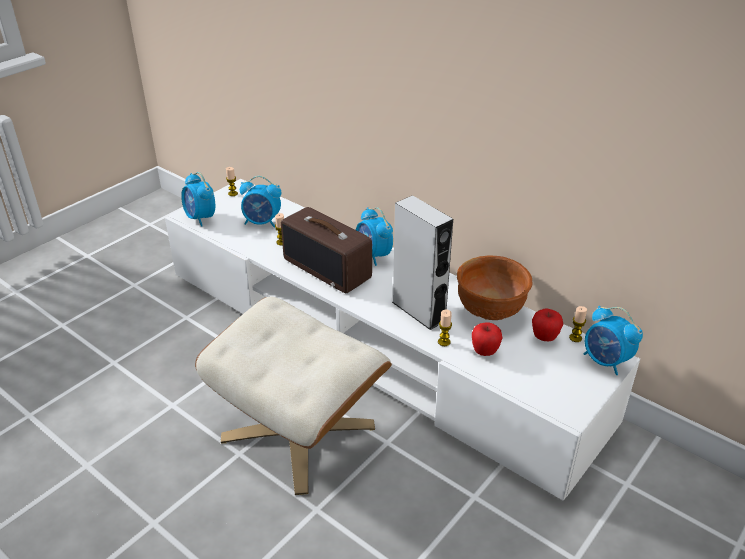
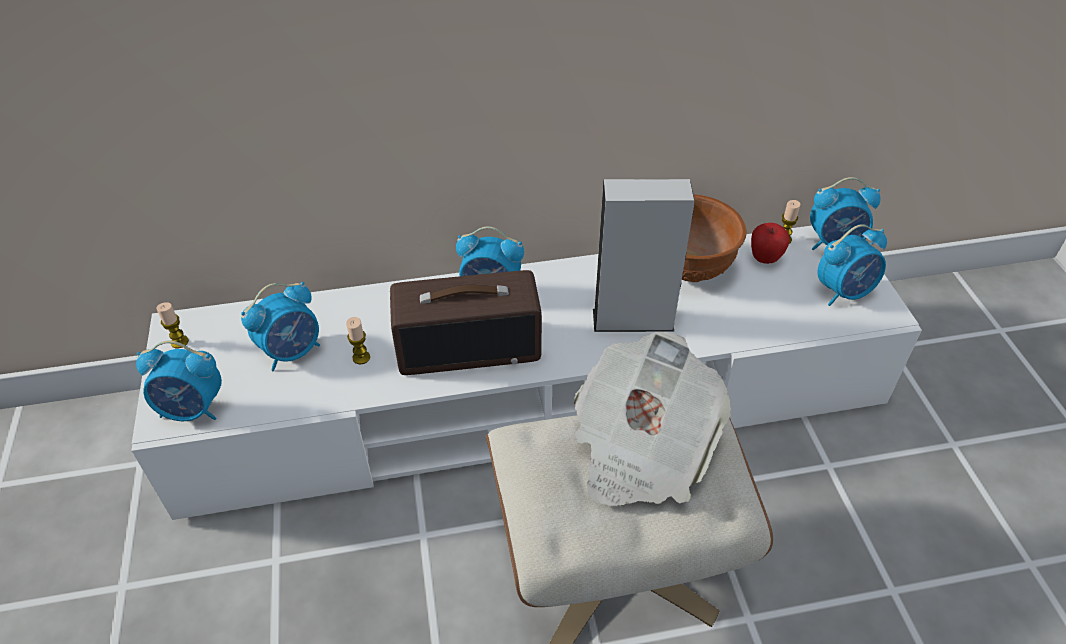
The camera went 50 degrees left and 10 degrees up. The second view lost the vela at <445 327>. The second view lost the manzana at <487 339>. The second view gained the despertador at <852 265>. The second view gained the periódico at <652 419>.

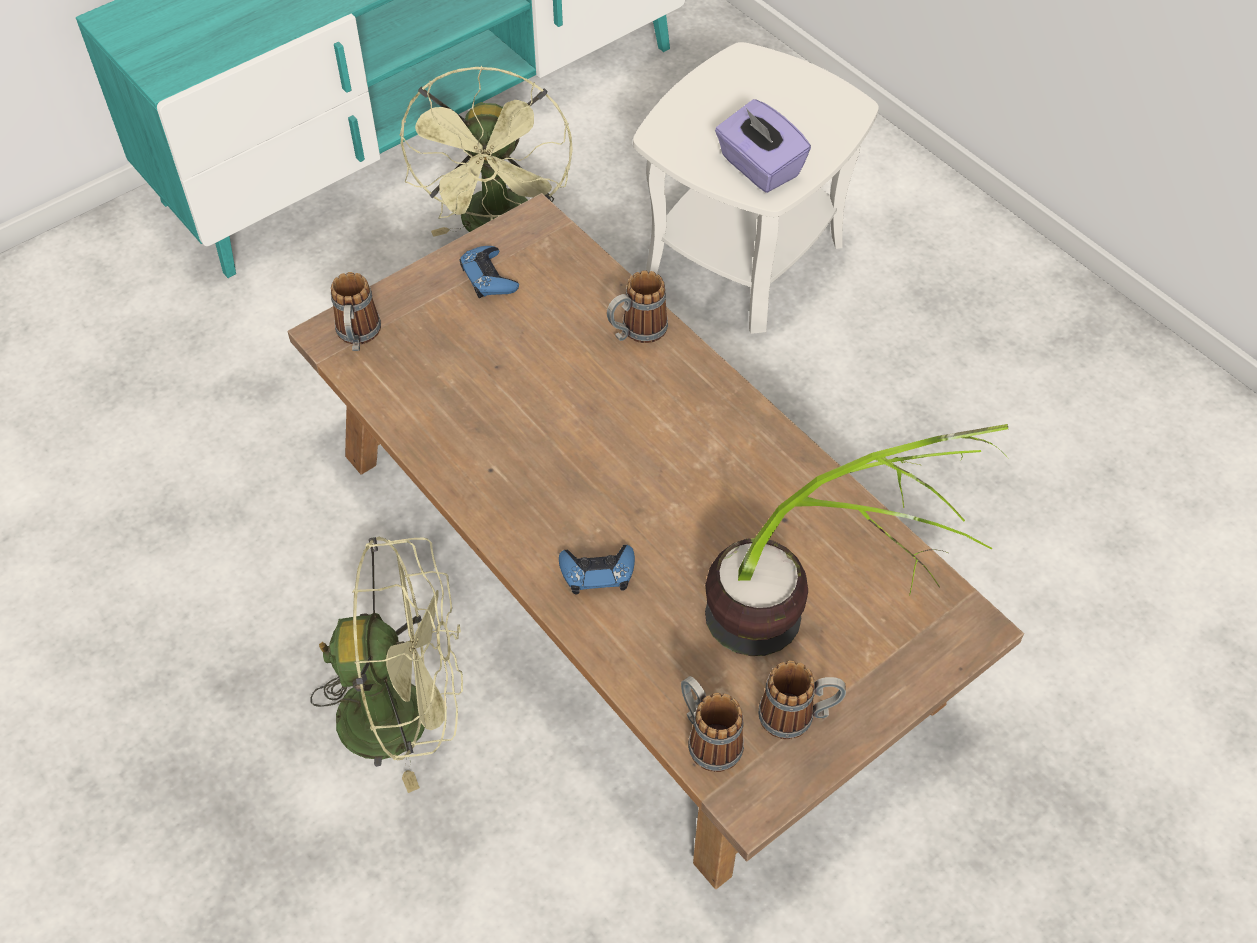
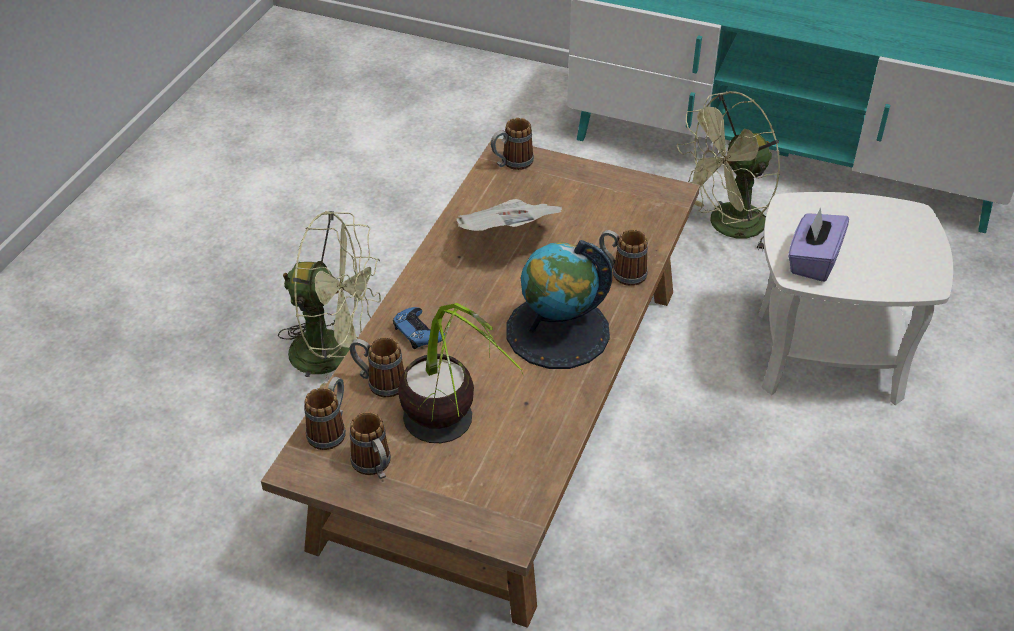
The camera went 60 degrees right and 10 degrees down. The second view lost the mando de consola (azul) at <489 272>. The ventilador (verde) at <386 664> ended up facing another way, 45 degrees counterclockwise from before. The second view gained the periódico at <509 215>. The second view gained the globo terráqueo at <559 304>. The second view gained the taza grande at <377 367>.

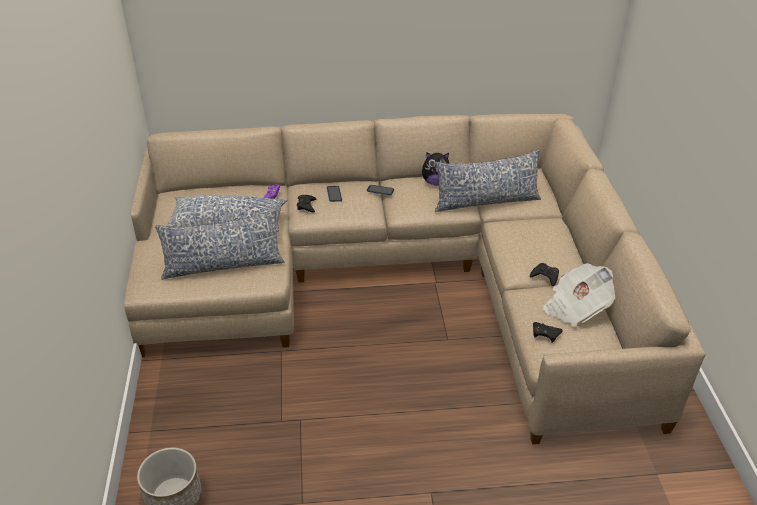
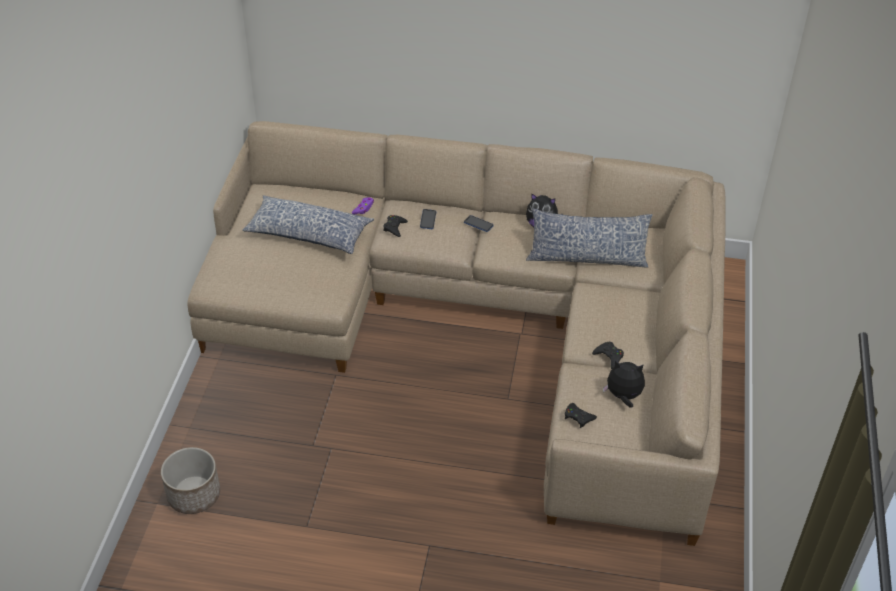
The camera went 15 degrees right and 5 degrees up. The second view lost the cojín at <219 245>. Where the periódico stood at <579 295>, the peluche came to stand at <624 384>.

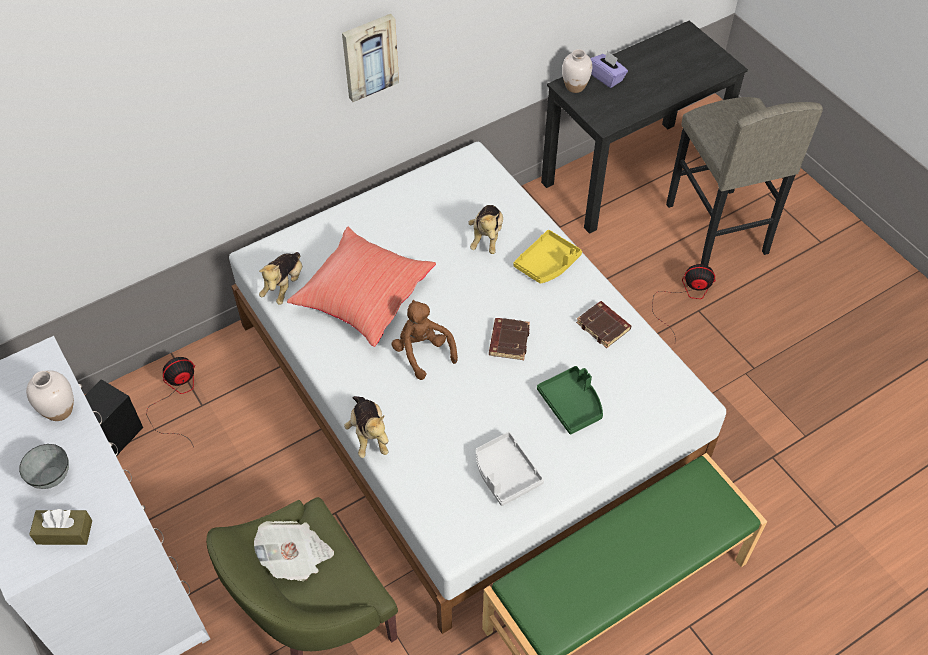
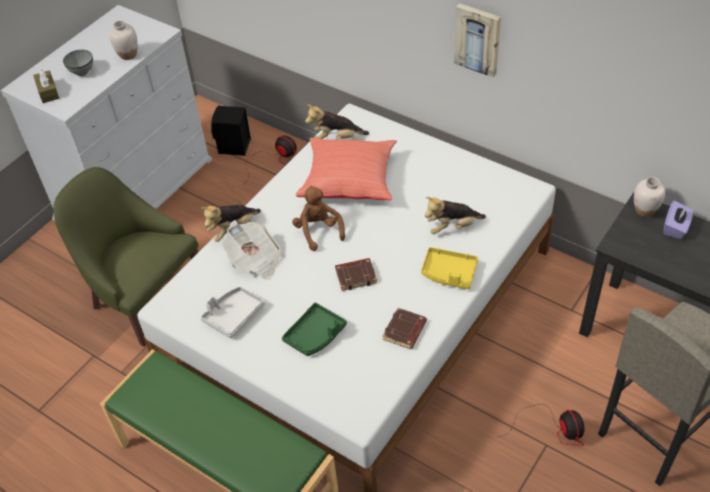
The camera went 70 degrees right and 5 degrees down. The peluche (marrón) at <424 340> ended up facing another way, 60 degrees counterclockwise from before. The periódico ended up elsewhere, having gone from <294 551> to <253 251>.

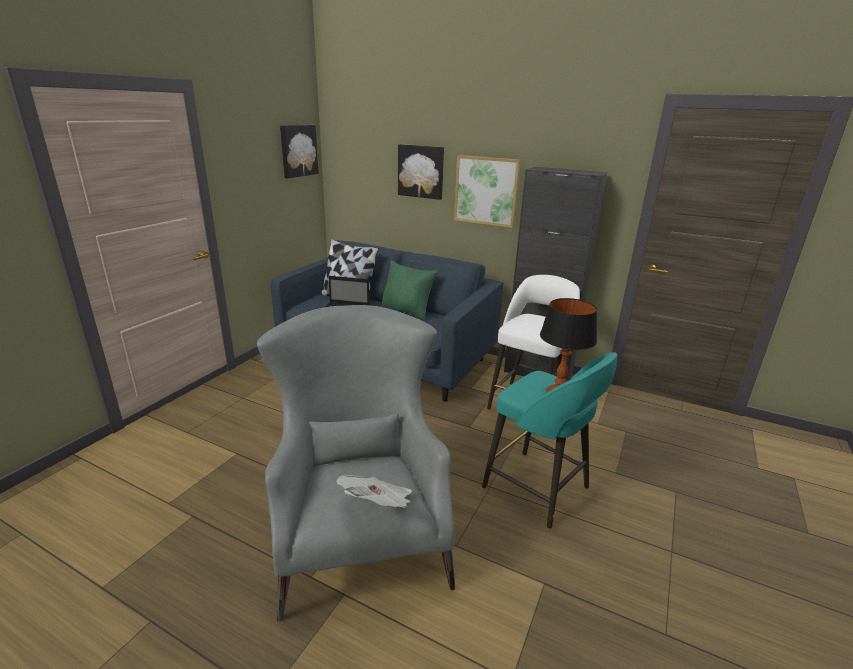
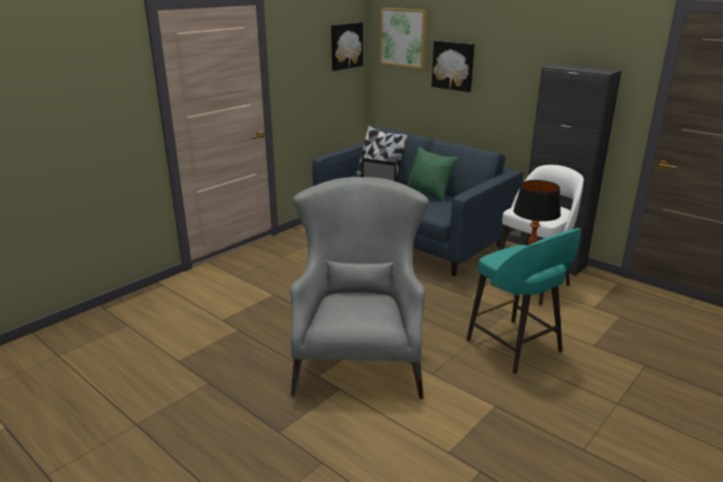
The camera went 15 degrees right and 0 degrees up. The cuadro ended up elsewhere, having gone from <487 191> to <403 38>. The second view lost the periódico at <374 491>.

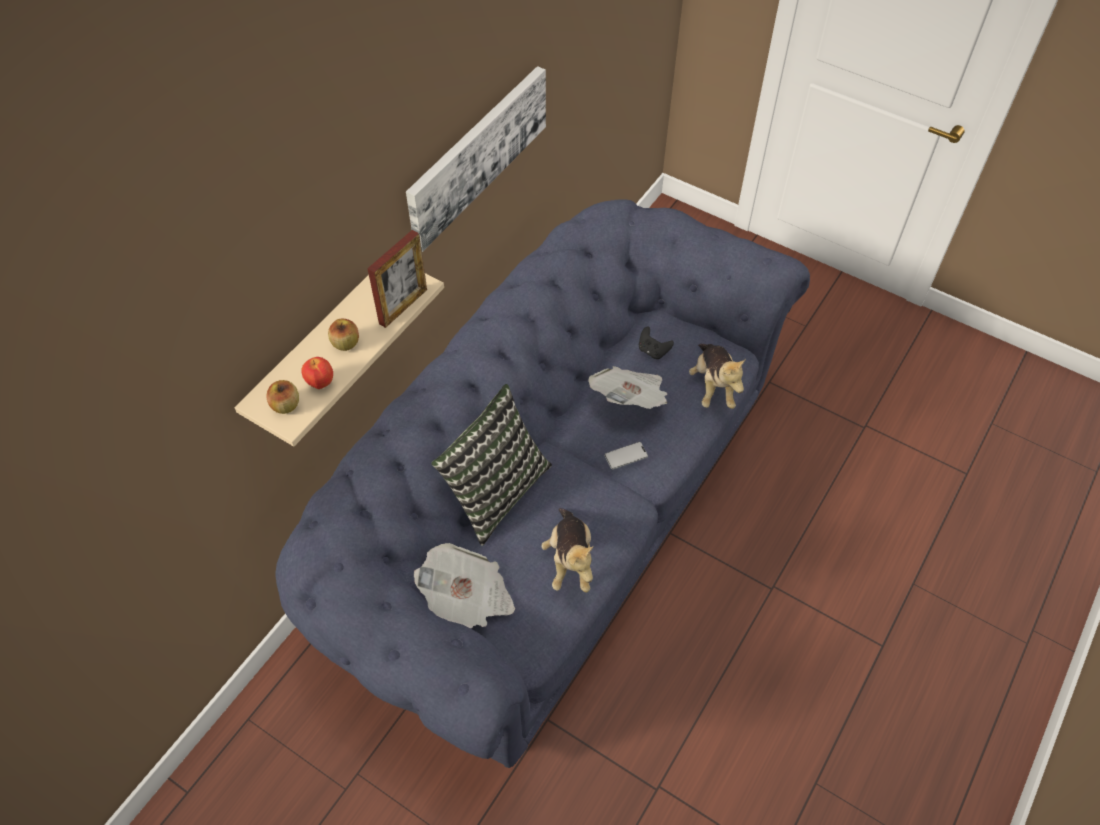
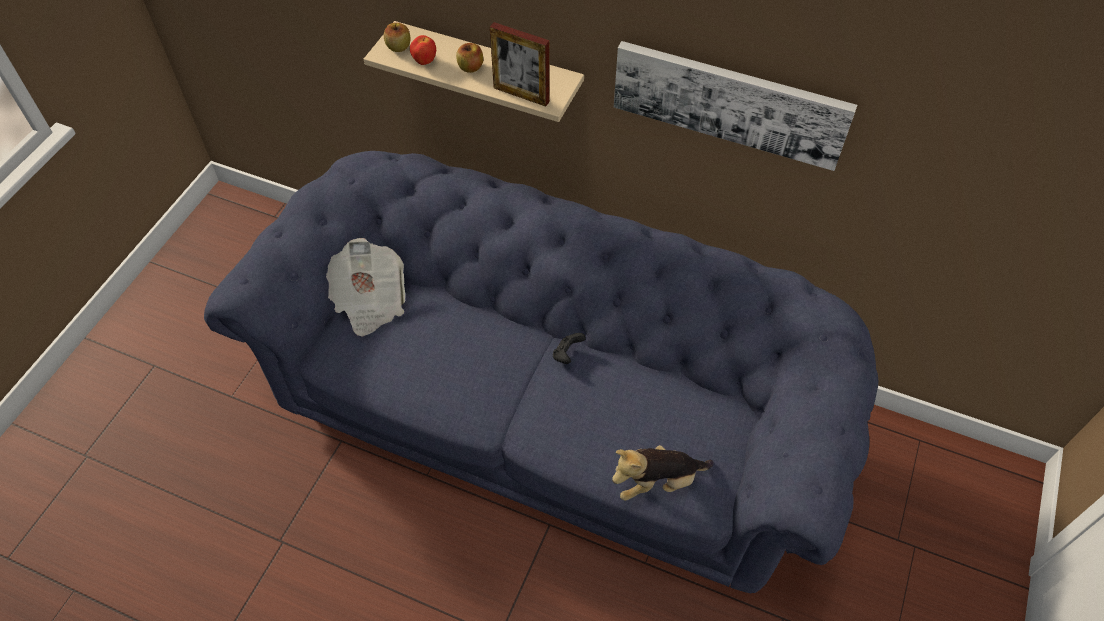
The camera went 80 degrees right and 0 degrees up. The mando de consola (negro) ended up elsewhere, having gone from <656 343> to <569 348>. The second view lost the periódico at <627 387>. The second view lost the cojín at <492 465>. The second view lost the móvil at <626 456>. The second view lost the peluche at <567 550>.

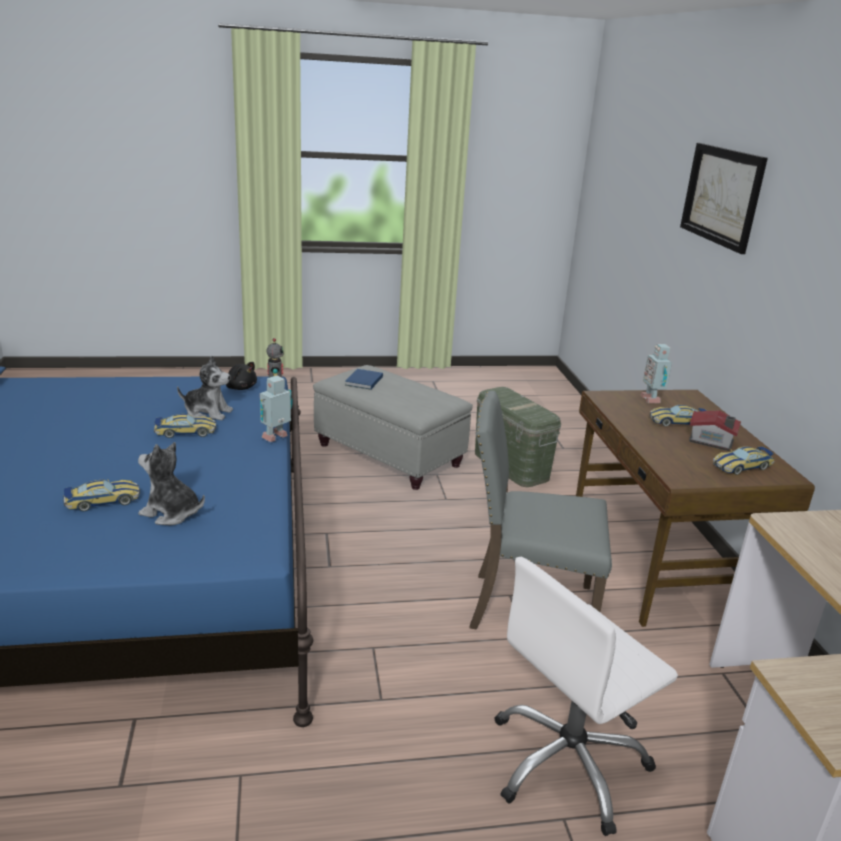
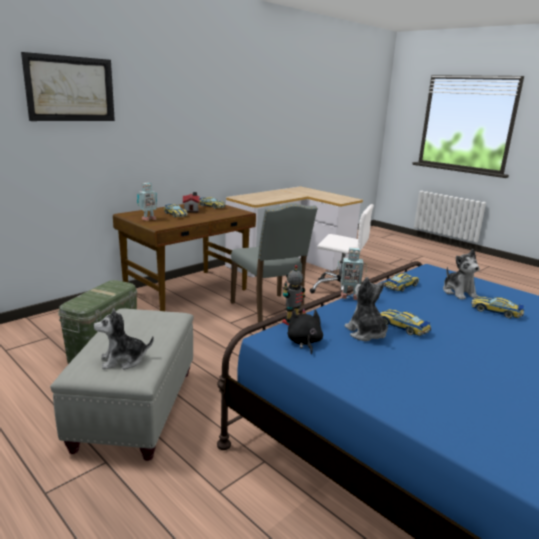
The camera went 125 degrees left and 5 degrees down. Where the libro (azul) stood at <364 379>, the peluche came to stand at <123 338>. The second view gained the coche de juguete at <401 282>.

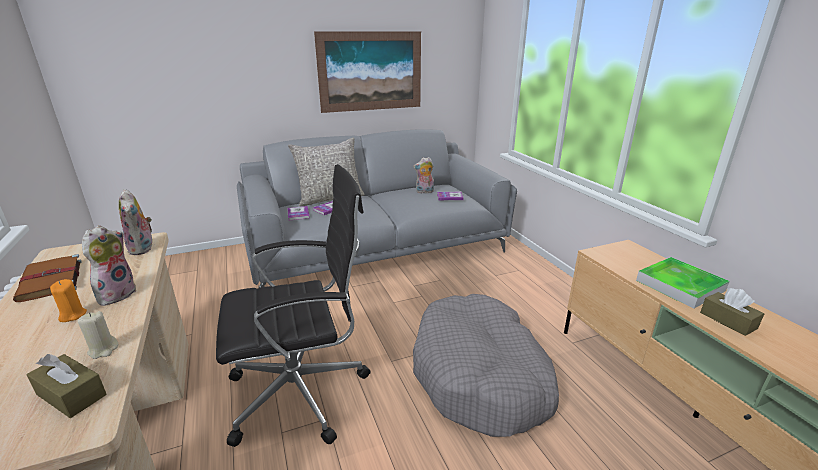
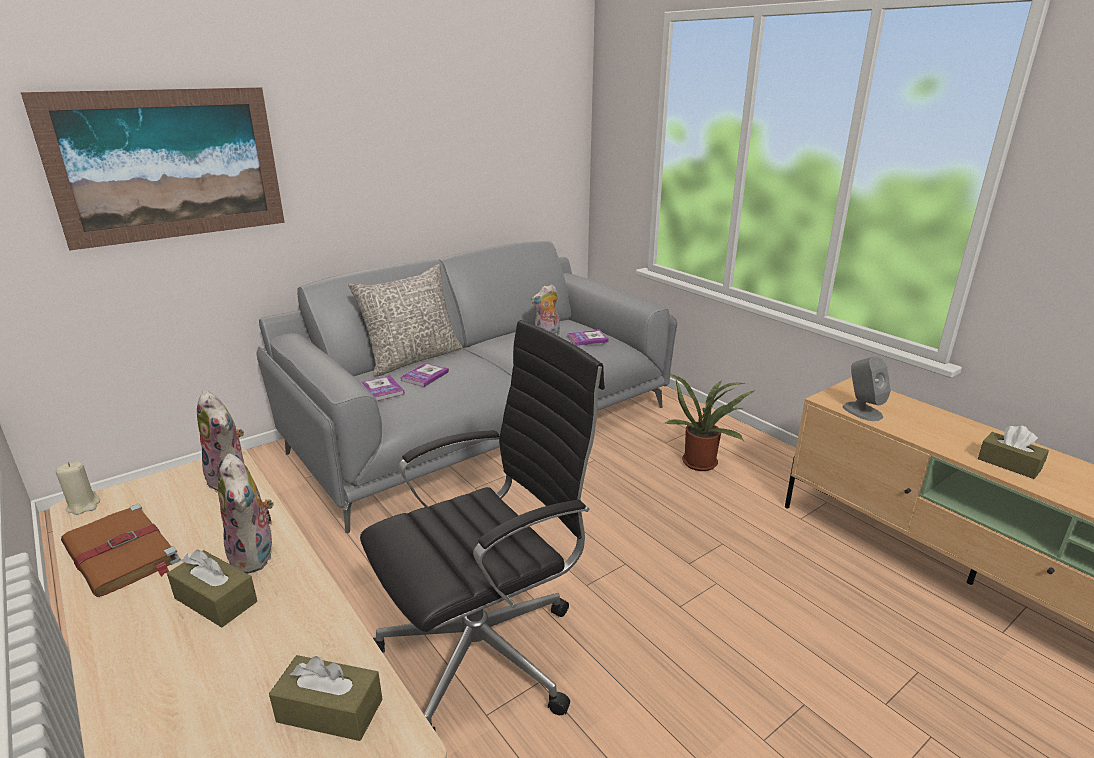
The camera went 15 degrees left and 0 degrees up. The cuadro ended up elsewhere, having gone from <367 72> to <153 169>. The peluche at <109 265> ended up facing another way, 150 degrees clockwise from before. The second view lost the bandeja at <683 282>. Where the vela (naranja) stood at <68 300>, the caja de pañuelos (marrón) came to stand at <212 588>. The second view lost the cama para perro (gris) at <486 365>. The vela (beis) ended up elsewhere, having gone from <98 335> to <78 488>. The second view gained the altavoz (gris) at <867 388>. The second view gained the planta en maceta at <708 422>.

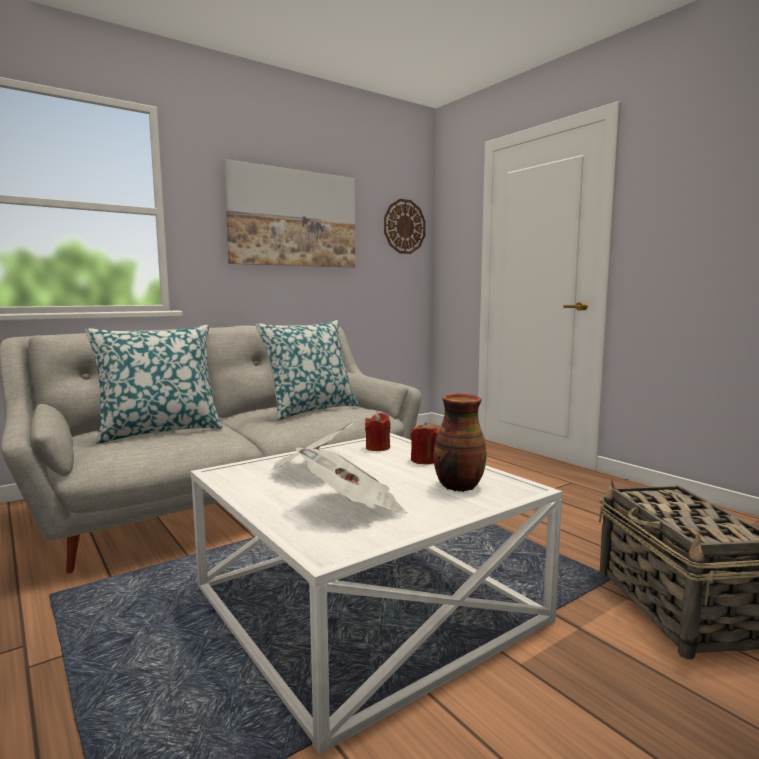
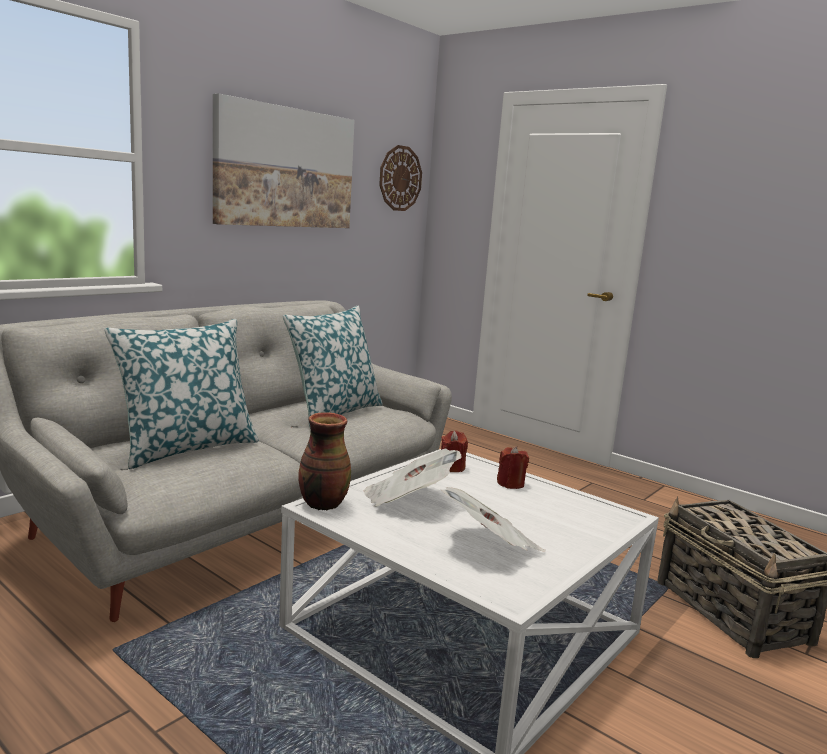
The camera went 15 degrees left and 5 degrees up. The florero ended up elsewhere, having gone from <460 442> to <324 461>.

